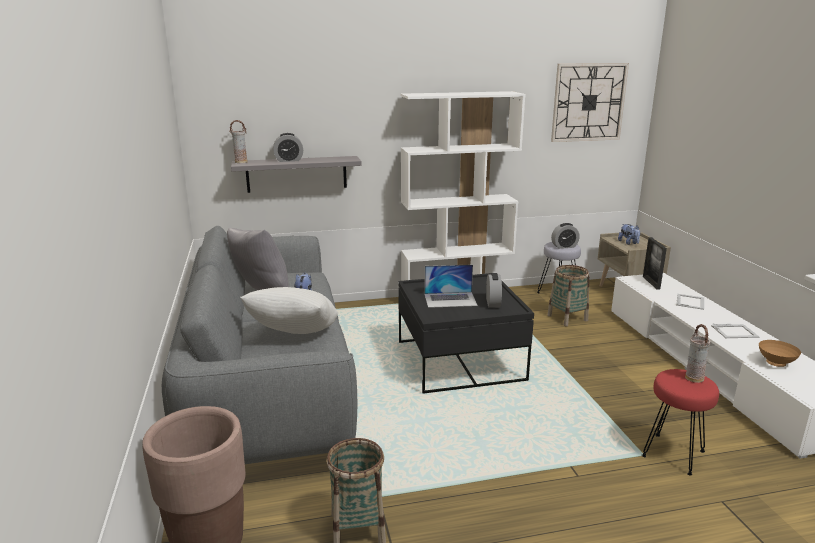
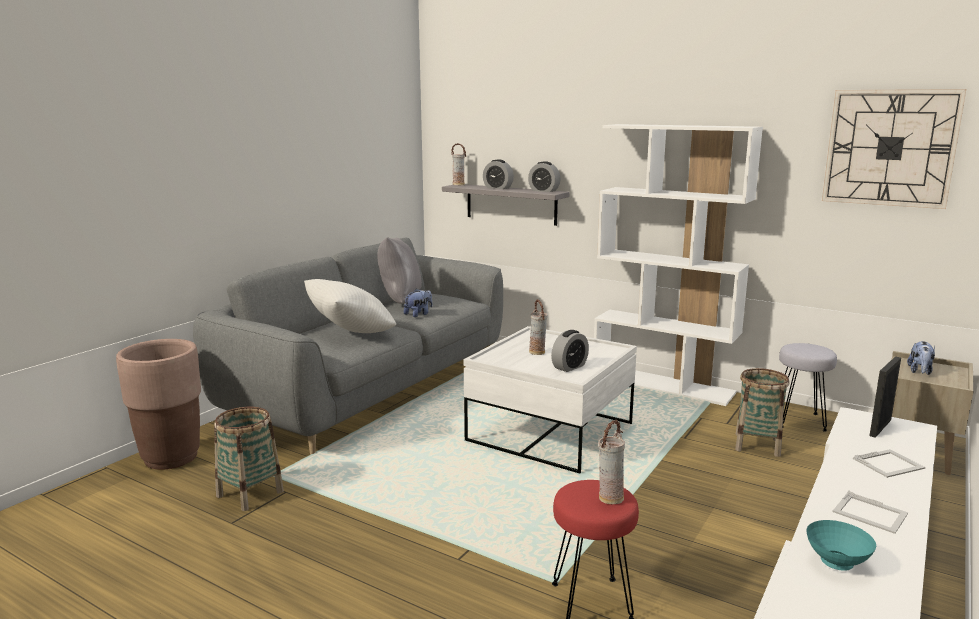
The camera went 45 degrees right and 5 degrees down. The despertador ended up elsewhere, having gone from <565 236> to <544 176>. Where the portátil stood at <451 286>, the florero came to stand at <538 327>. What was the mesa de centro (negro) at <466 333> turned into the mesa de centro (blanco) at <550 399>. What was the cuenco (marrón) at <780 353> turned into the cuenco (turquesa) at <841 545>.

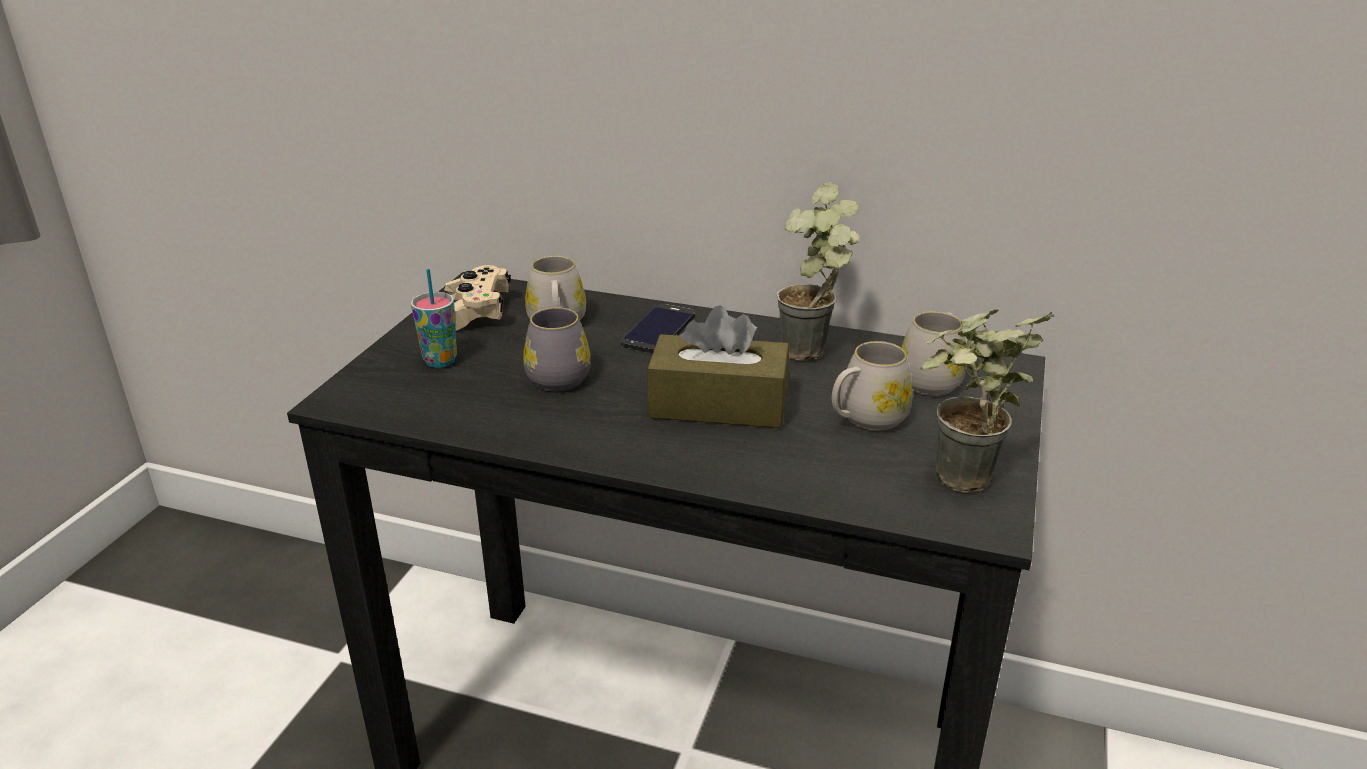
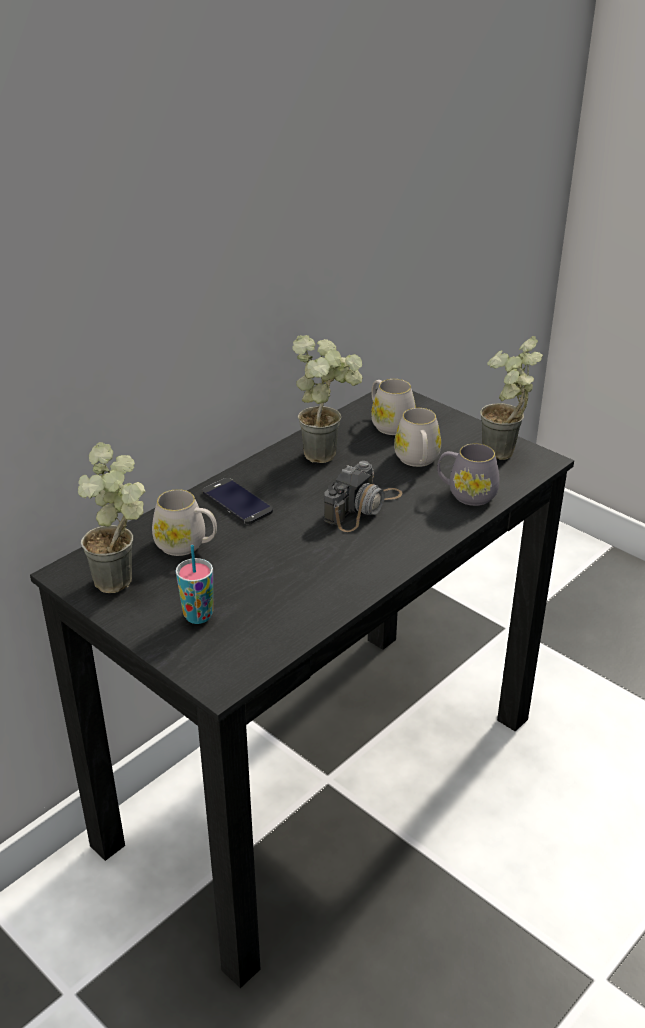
The camera went 65 degrees left and 5 degrees up. Where the mando de consola (beis) stood at <477 298>, the planta en maceta came to stand at <111 517>. Where the caja de pañuelos (marrón) stood at <718 366>, the cámara came to stand at <363 496>. The taza grande (gris) ended up elsewhere, having gone from <557 349> to <468 474>.

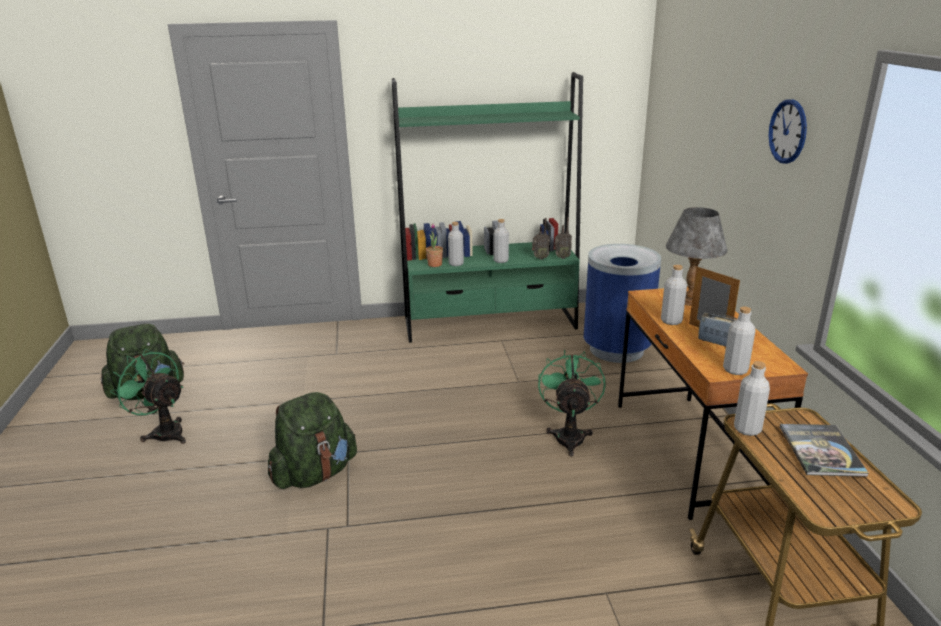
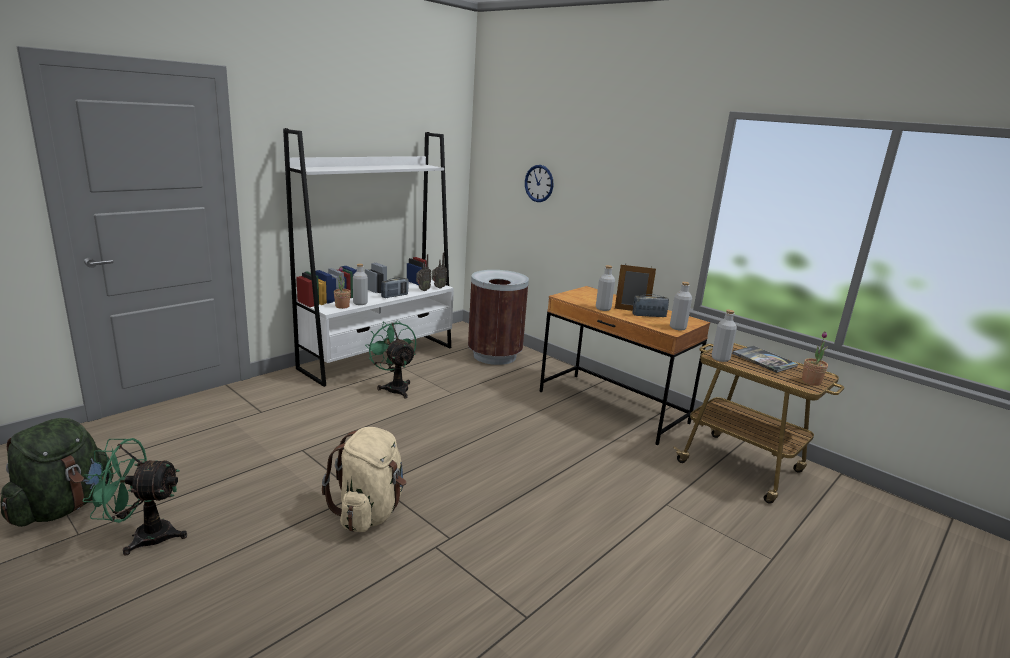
The camera went 40 degrees left and 5 degrees down. What was the estantería (verde) at <487 207> turned into the estantería (blanco) at <368 257>. The reloj de pared ended up elsewhere, having gone from <788 131> to <539 183>. The second view lost the lámpara de mesa (gris) at <697 256>. Where the botella (gris) stood at <501 241>, the radio came to stand at <395 287>. What was the papelera (azul) at <622 303> turned into the papelera (marrón) at <498 317>. The ventilador (verde) ended up elsewhere, having gone from <572 403> to <390 359>. What was the mochila (verde) at <312 440> turned into the mochila (beis) at <364 479>. The second view gained the planta en maceta at <815 358>.

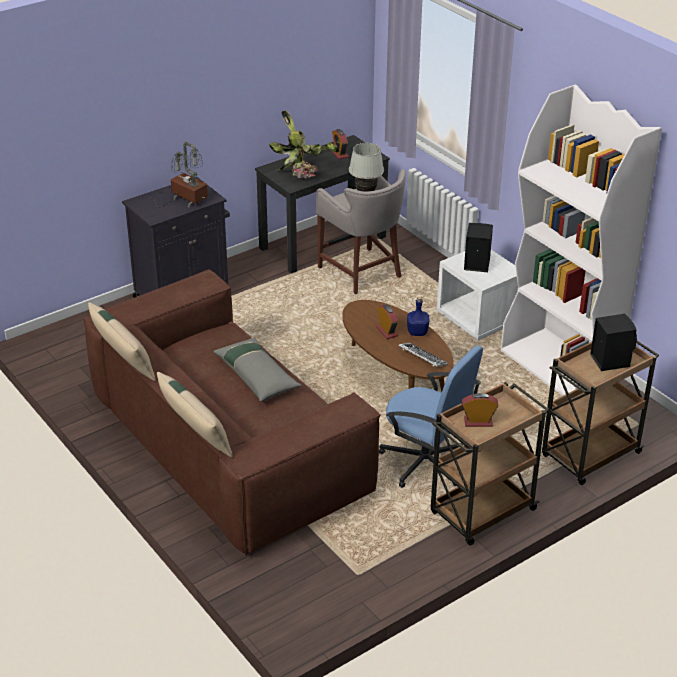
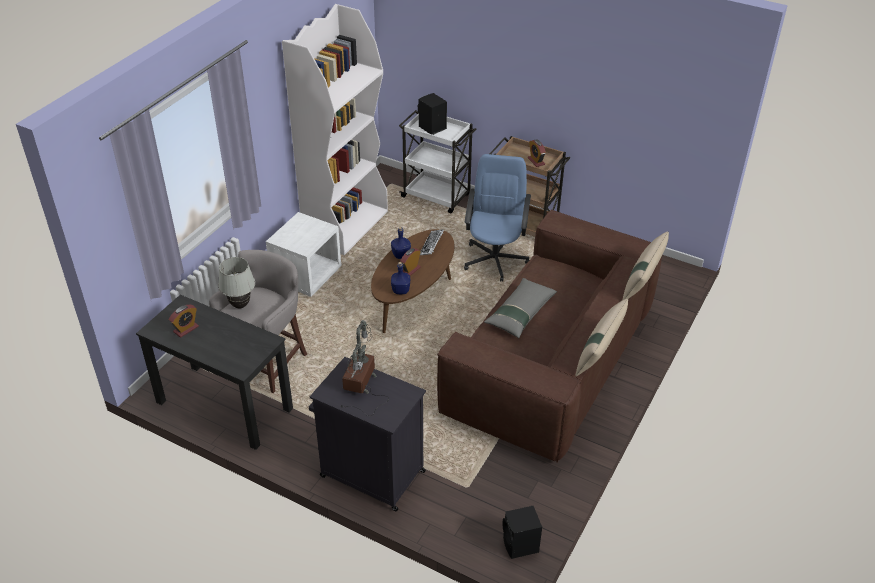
The camera went 115 degrees left and 5 degrees up. The second view lost the planta en maceta at <304 144>. The altavoz (negro) ended up elsewhere, having gone from <478 247> to <522 532>. What was the carrito (marrón) at <600 413> turned into the carrito (blanco) at <438 161>. The second view gained the botella (azul) at <400 278>.

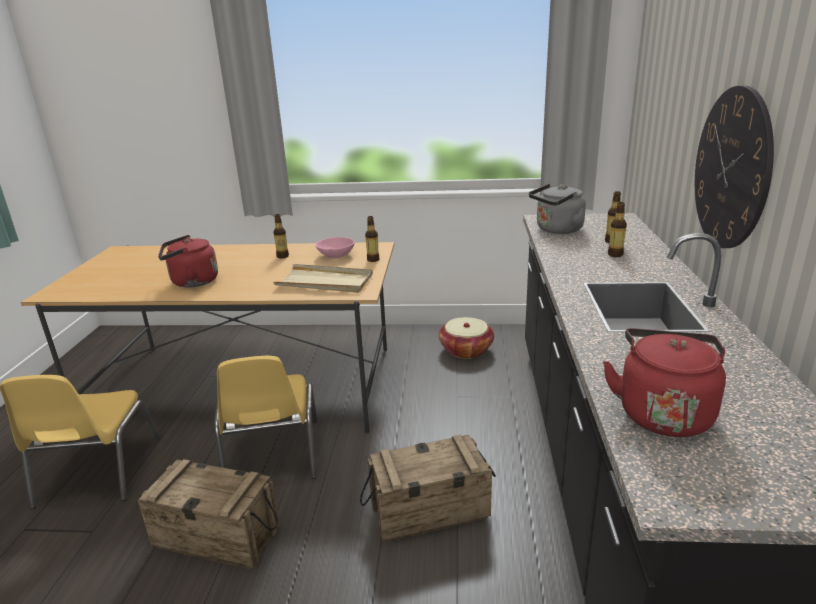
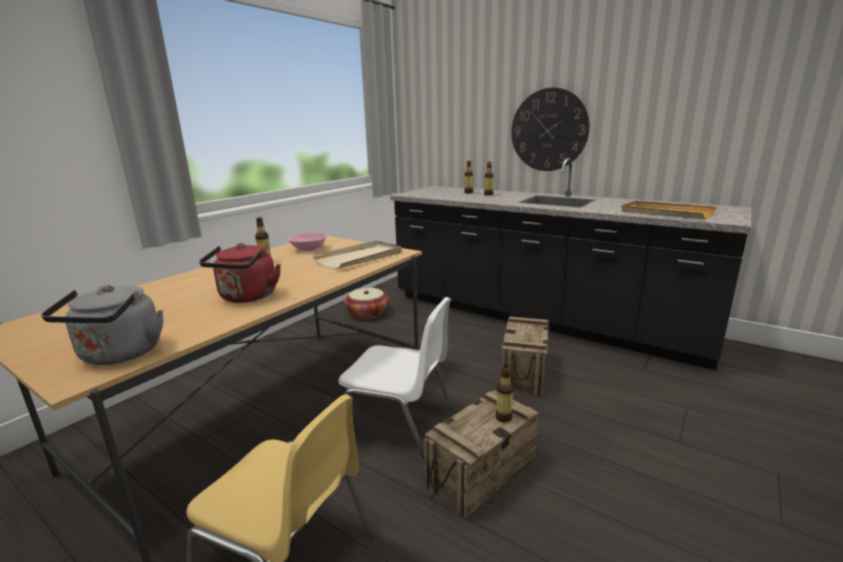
The camera went 60 degrees left and 5 degrees down. The hervidor (gris) ended up elsewhere, having gone from <557 209> to <102 325>. The botella ended up elsewhere, having gone from <372 239> to <505 394>. Where the hervidor (rojo) stood at <664 382>, the bandeja (beis) came to stand at <669 210>. What was the silla (amarillo) at <265 417> turned into the silla (blanco) at <395 378>.

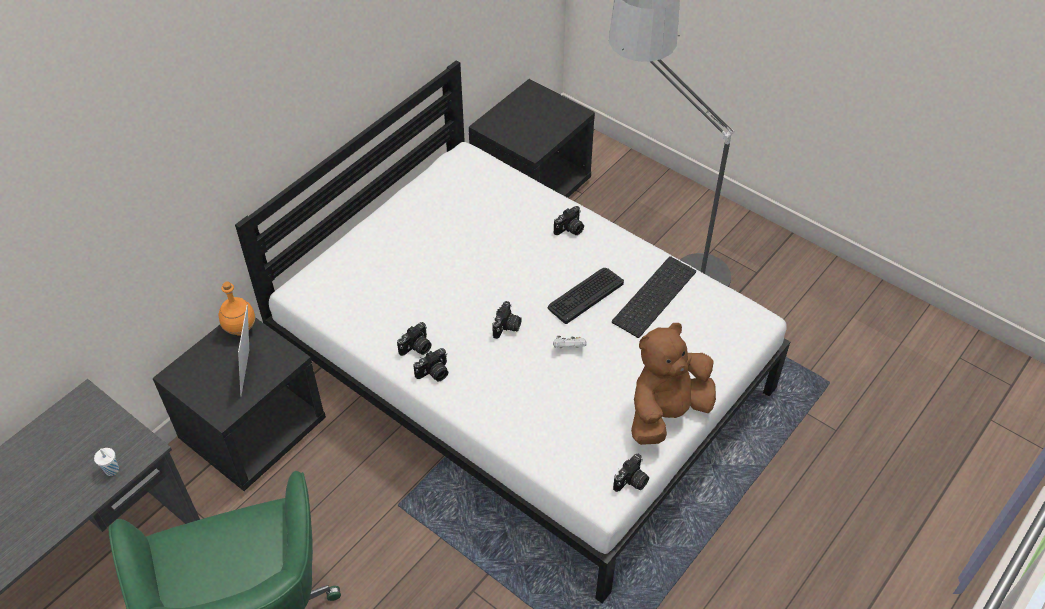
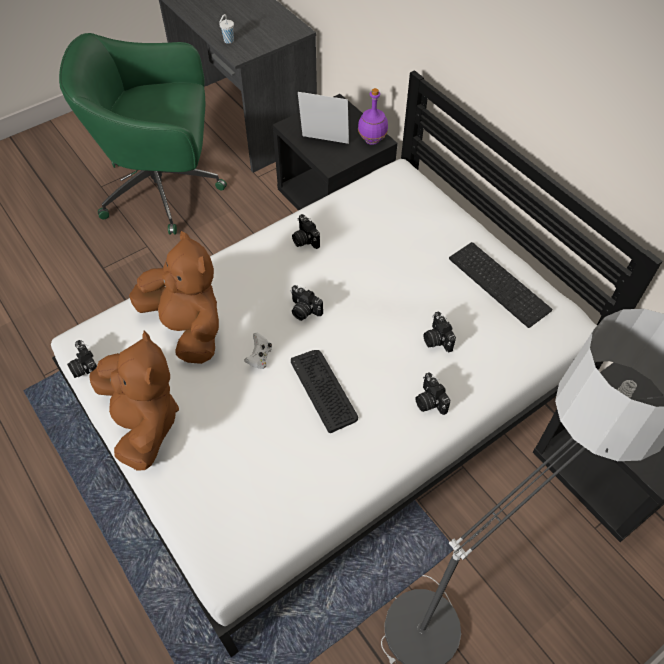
The camera went 105 degrees right and 5 degrees up. The teclado ended up elsewhere, having gone from <654 297> to <500 285>. What was the botella (naranja) at <237 308> turned into the botella (morado) at <373 116>. The cámara ended up elsewhere, having gone from <430 364> to <440 331>. The second view gained the peluche (marrón) at <174 297>.

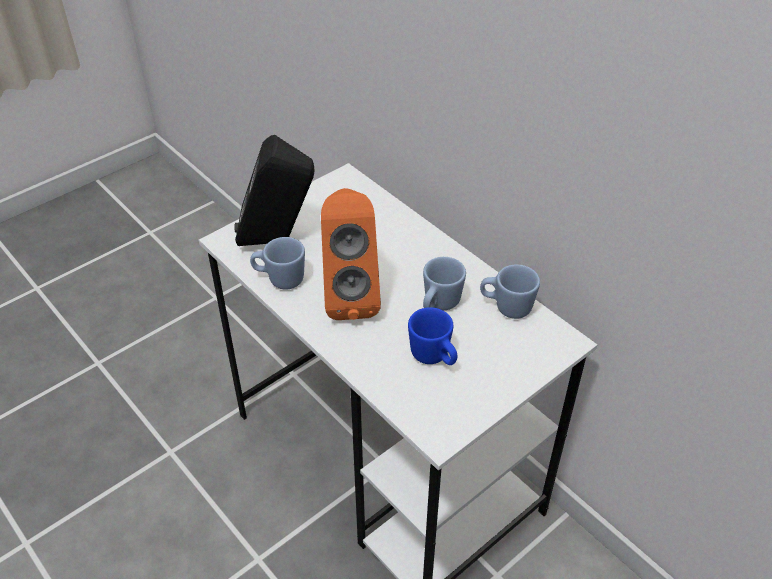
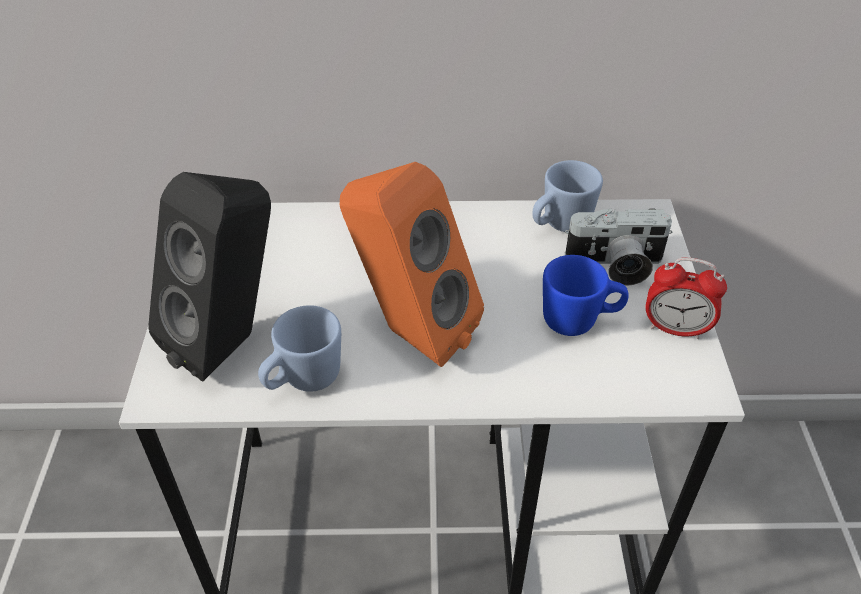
The camera went 50 degrees left and 0 degrees up. The second view lost the taza grande (azul) at <444 283>. The second view gained the cámara at <618 247>. The second view gained the despertador at <686 298>.

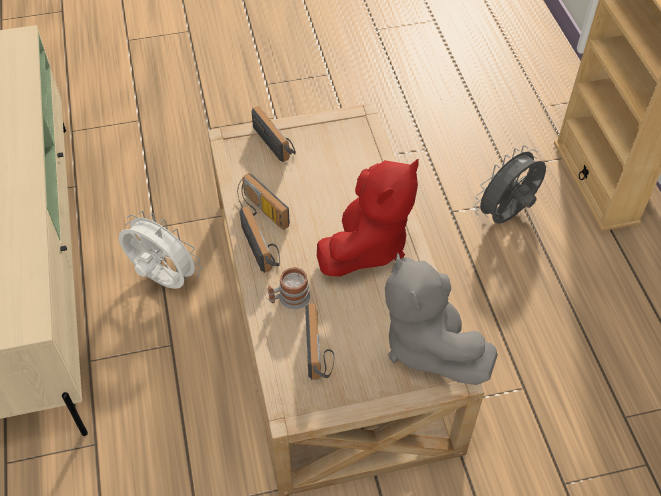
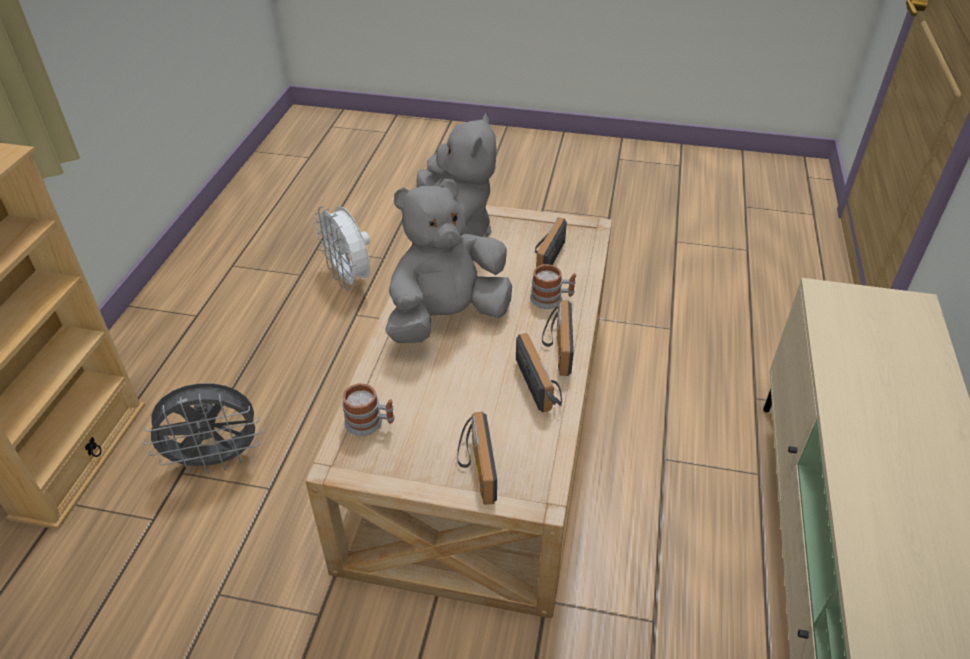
The camera went 155 degrees left and 10 degrees down. What was the peluche (rojo) at <368 217> turned into the peluche (gris) at <448 261>. The ventilador (blanco) ended up elsewhere, having gone from <160 250> to <342 248>. The second view gained the taza grande at <368 409>.

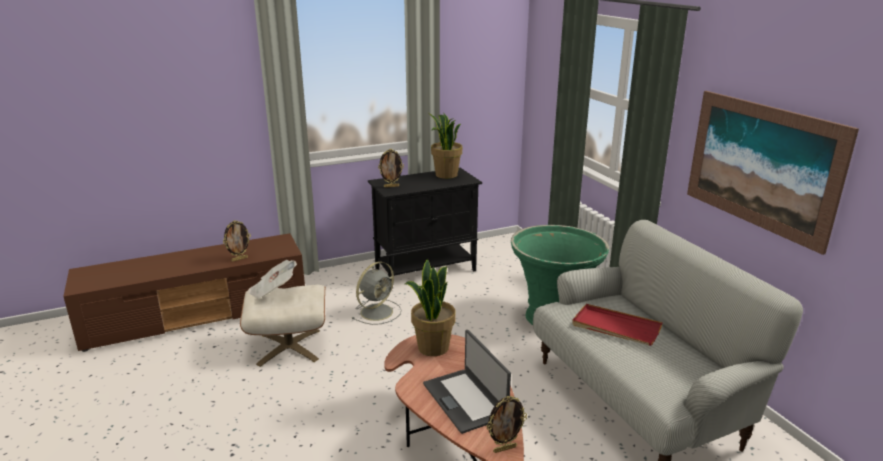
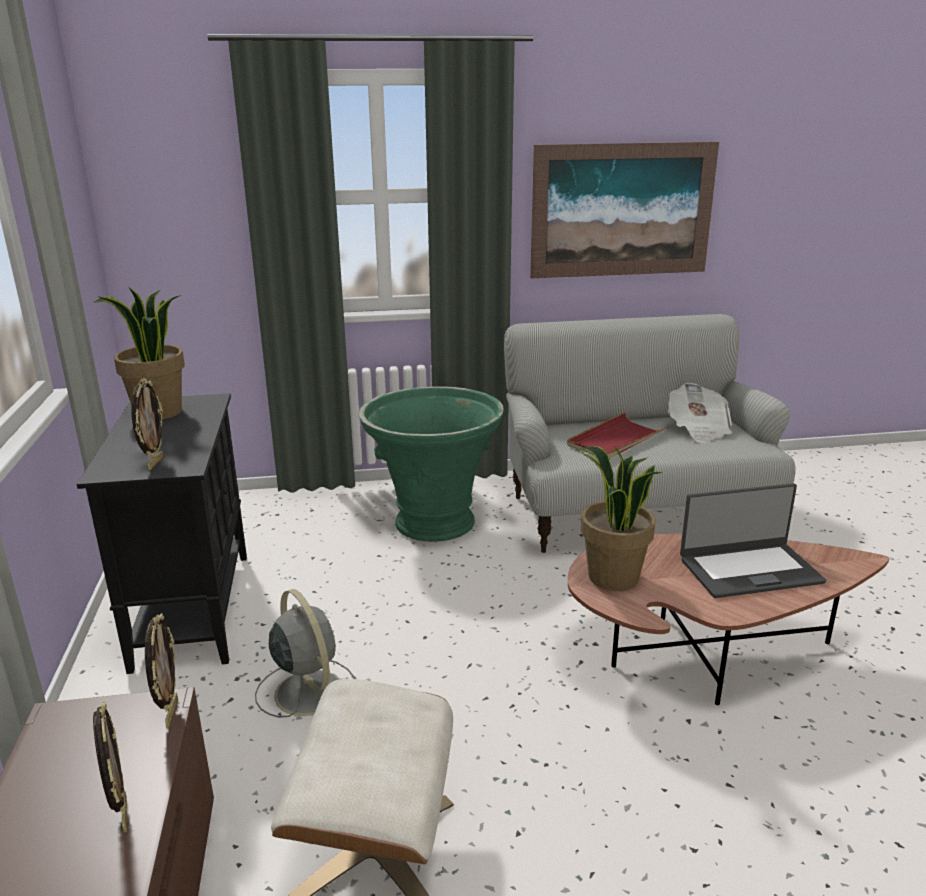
The camera went 75 degrees left and 0 degrees up. The periódico ended up elsewhere, having gone from <272 280> to <700 413>. The portarretratos ended up elsewhere, having gone from <507 424> to <161 670>.

